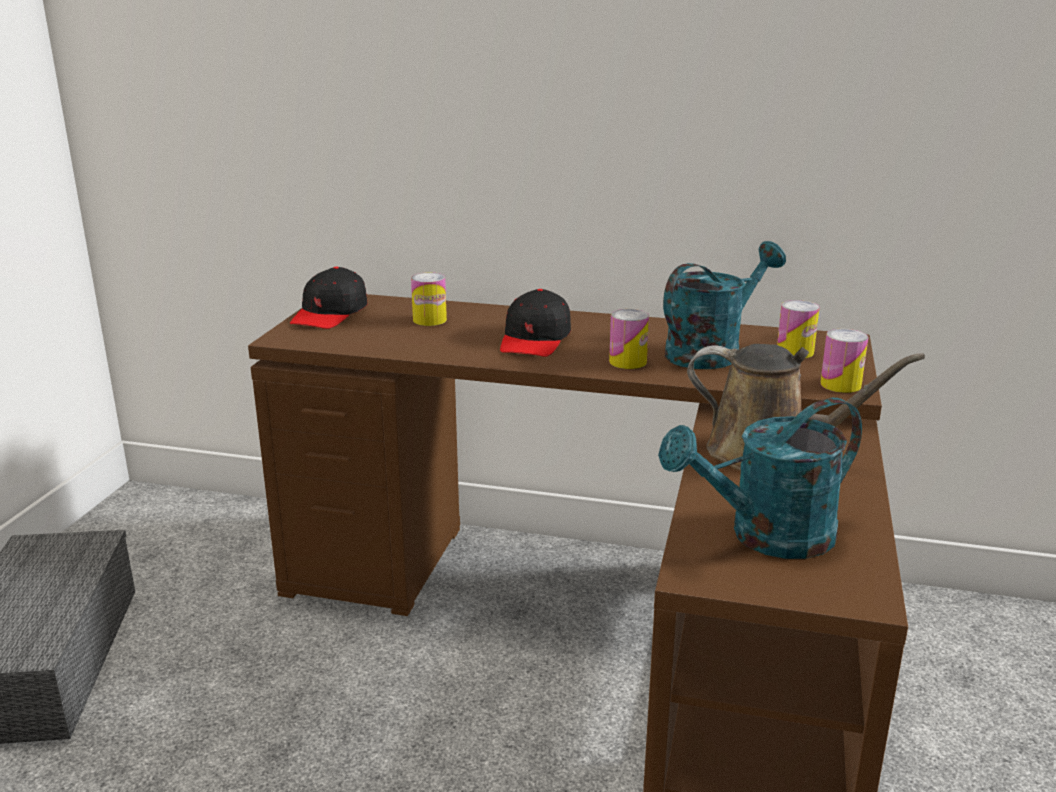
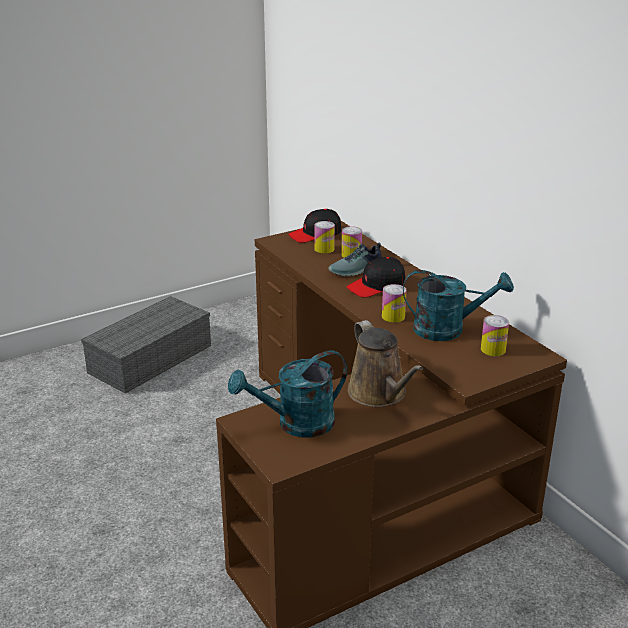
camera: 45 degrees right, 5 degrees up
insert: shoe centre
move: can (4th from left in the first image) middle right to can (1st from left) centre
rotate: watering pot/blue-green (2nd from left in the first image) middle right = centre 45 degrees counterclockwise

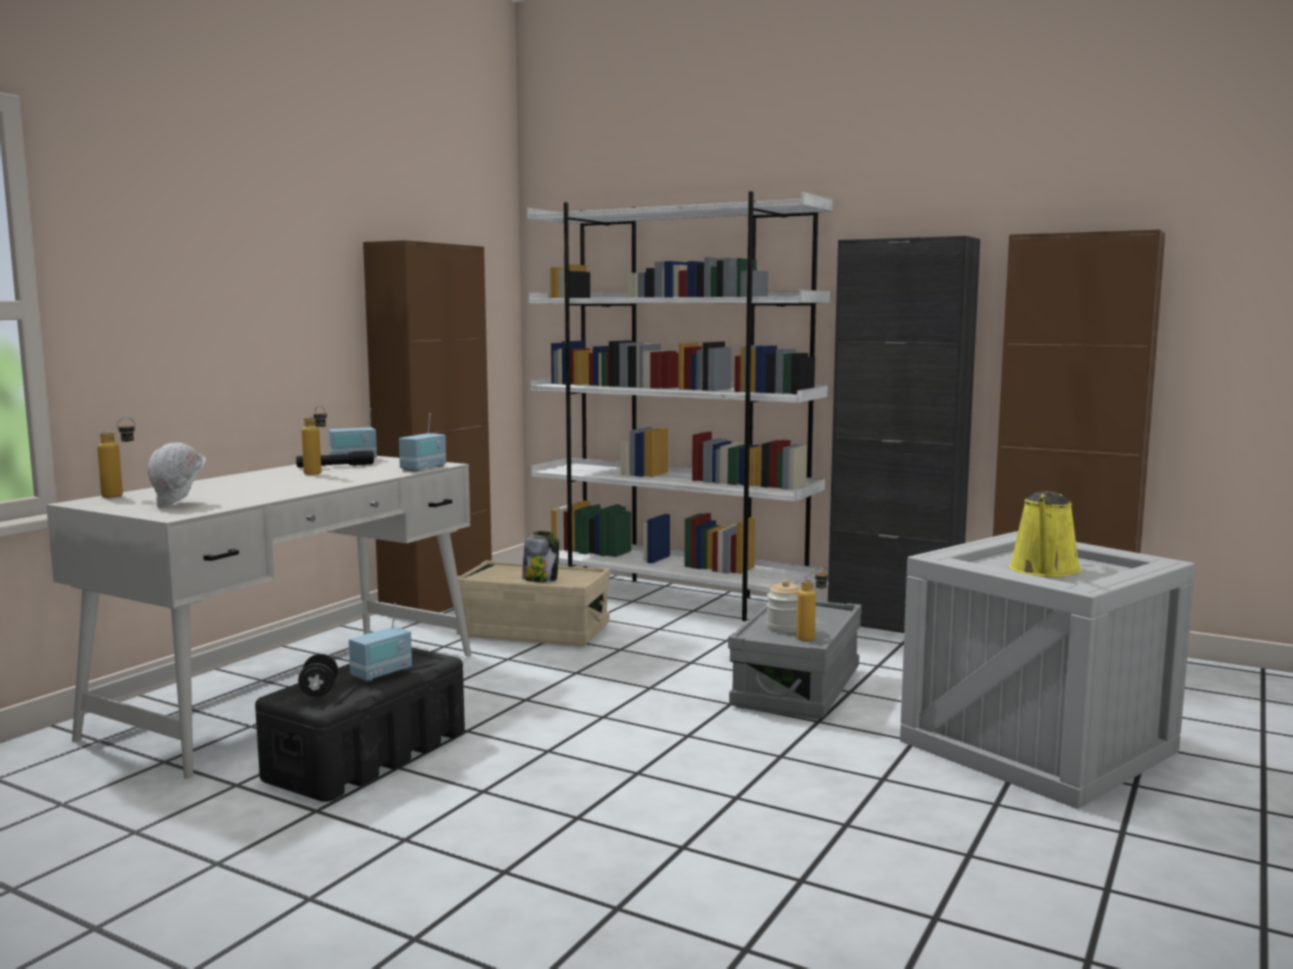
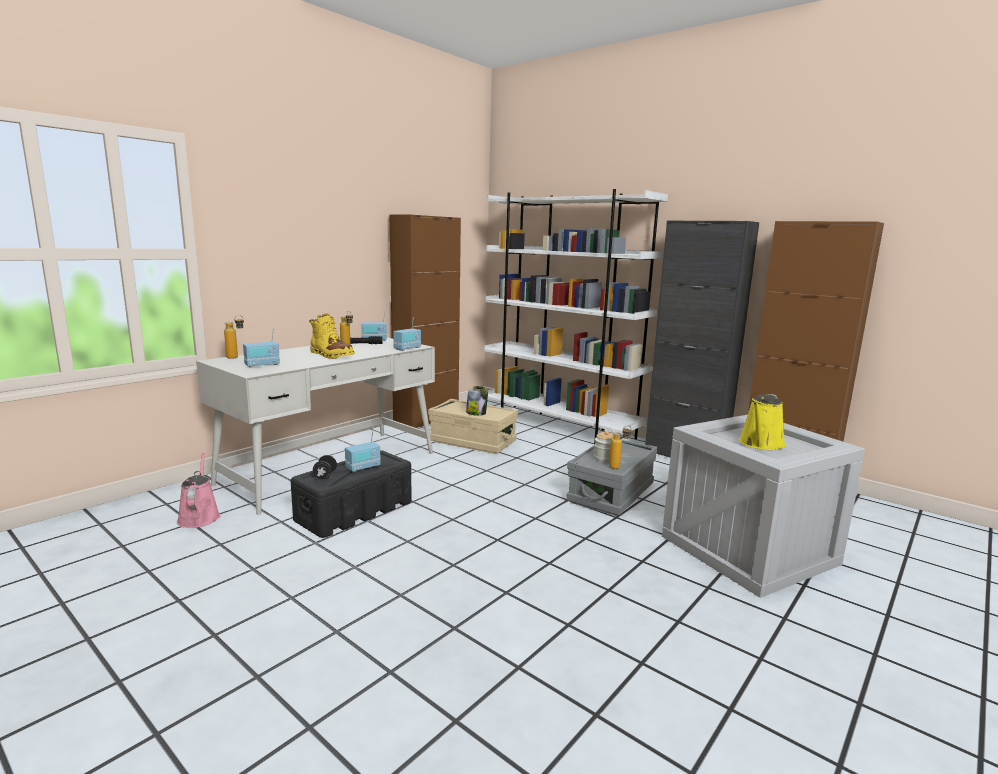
camera: 10 degrees right, 5 degrees up
insert: watering pot/pink-coloured middle left; high-top boot/yellow-coloured middle left
replace: work helmet/whitish middle left to radio receiver (1st from left) middle left

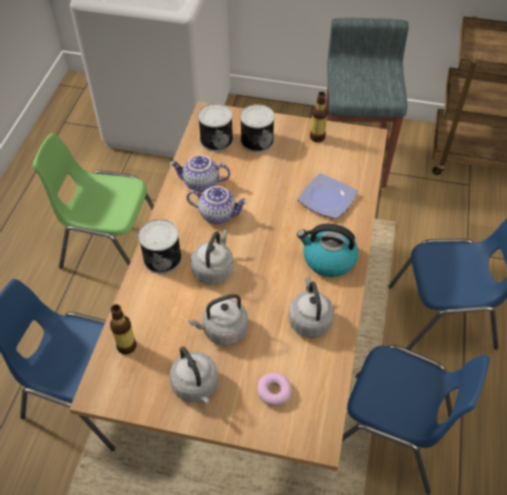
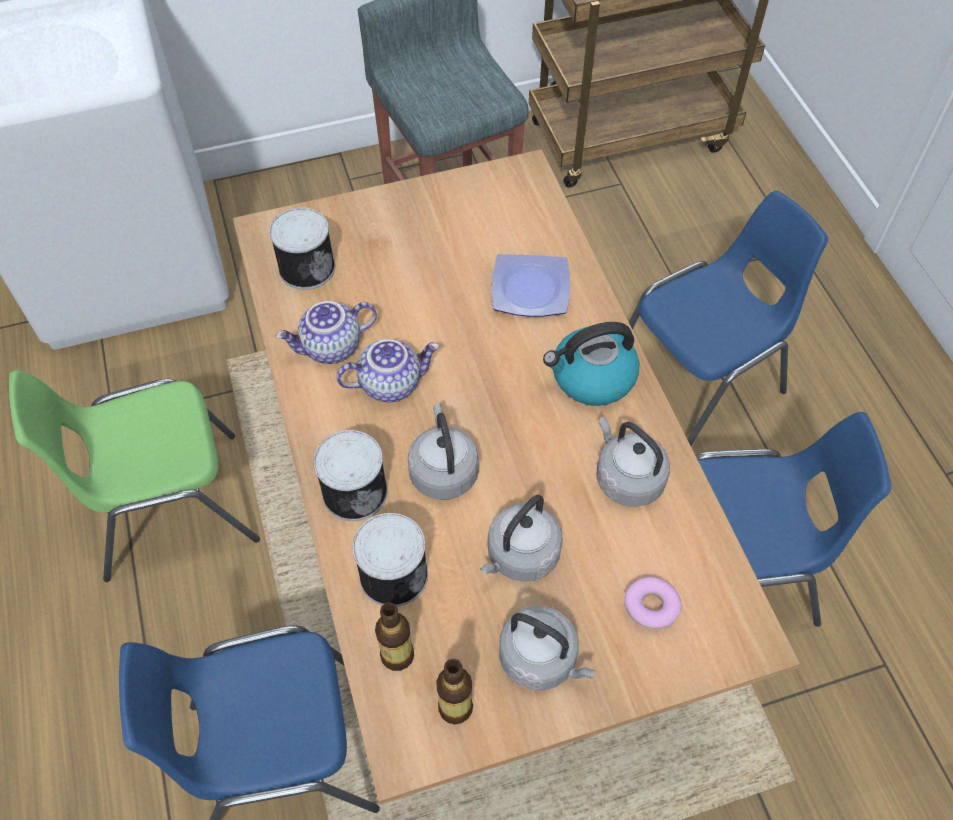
camera: 30 degrees left, 5 degrees up
move: can (3rd from left) top centre to bottom centre; bottle (2nd from left) top centre to bottom centre

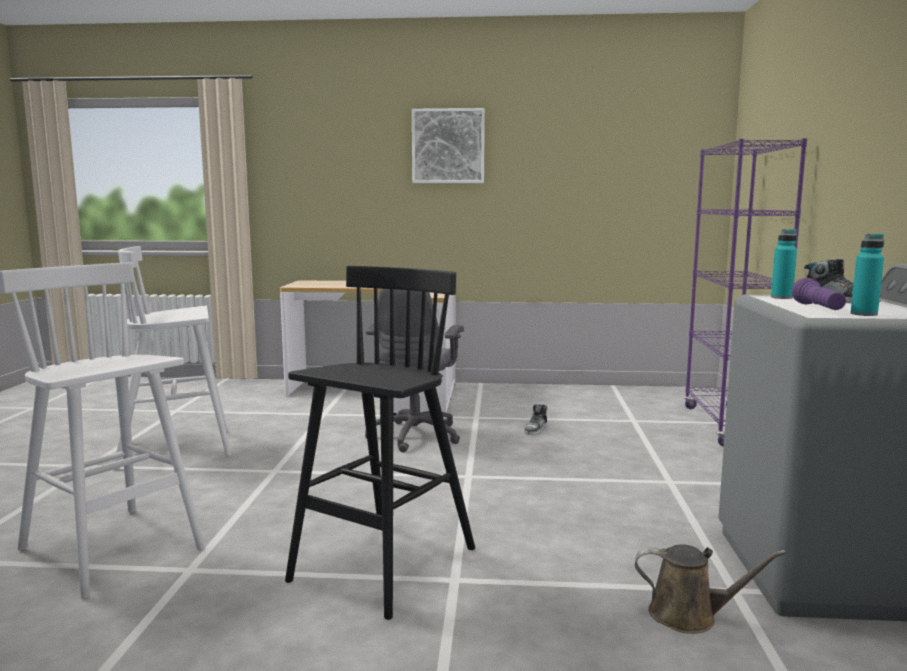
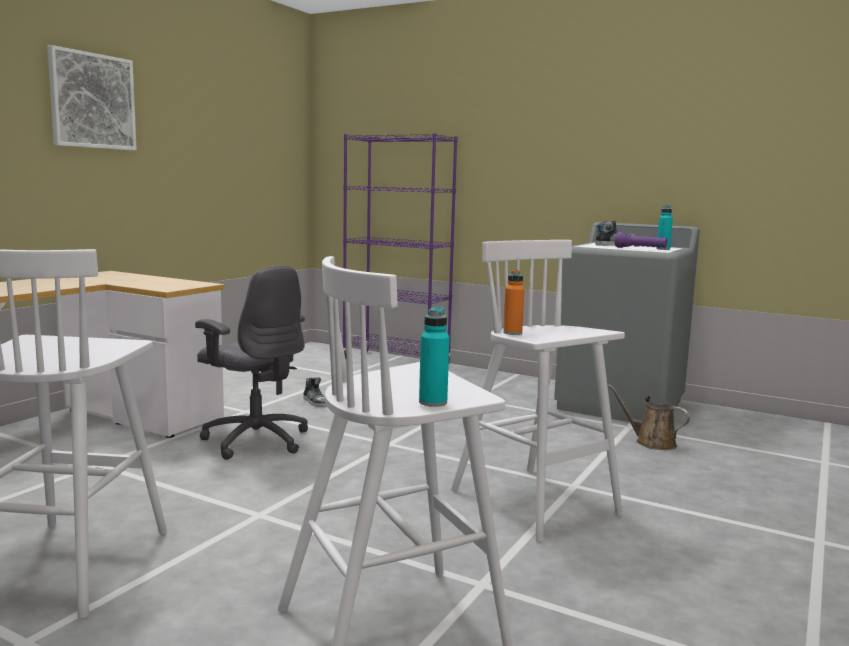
camera: 65 degrees left, 0 degrees up
insert: bottle/orange-coloured centre
move: bottle/blue-green (1st from left) middle right to centre
recolor: sitting stool/black-coloured centre to sitting stool/whitish (3rd from left) centre
rotate: watering pot/brown bottom right = middle right 90 degrees counterclockwise

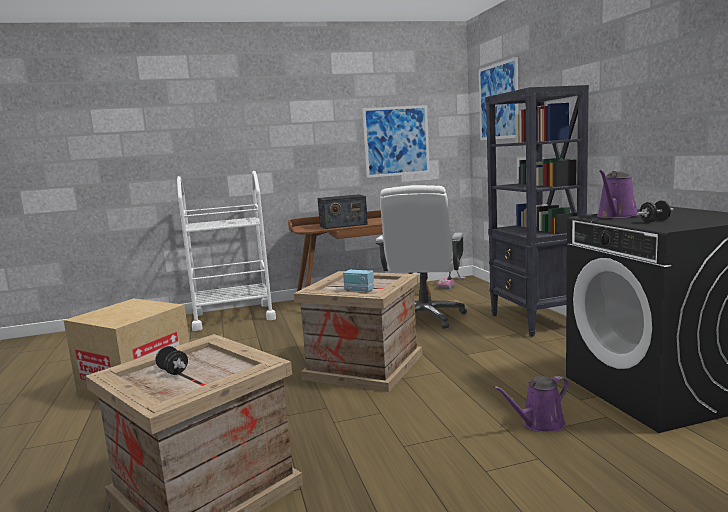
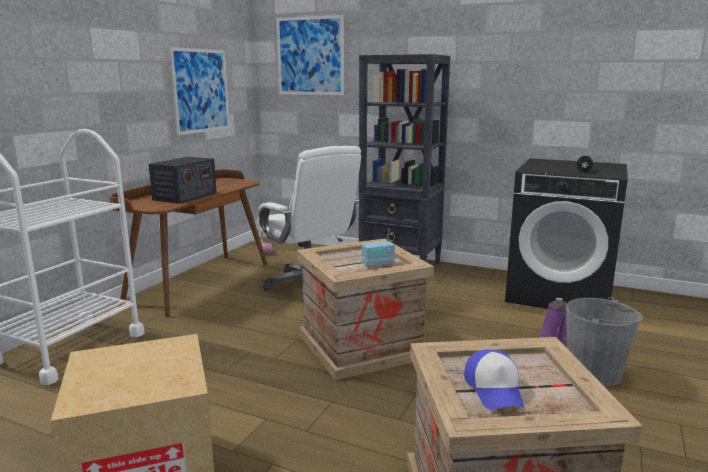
camera: 50 degrees left, 5 degrees up
delete: watering pot/purplish (2nd from left) middle right
insert: water bucket/greyish bottom right
replace: free weight/black-coloured (1st from left) bottom left to peaked cap bottom right

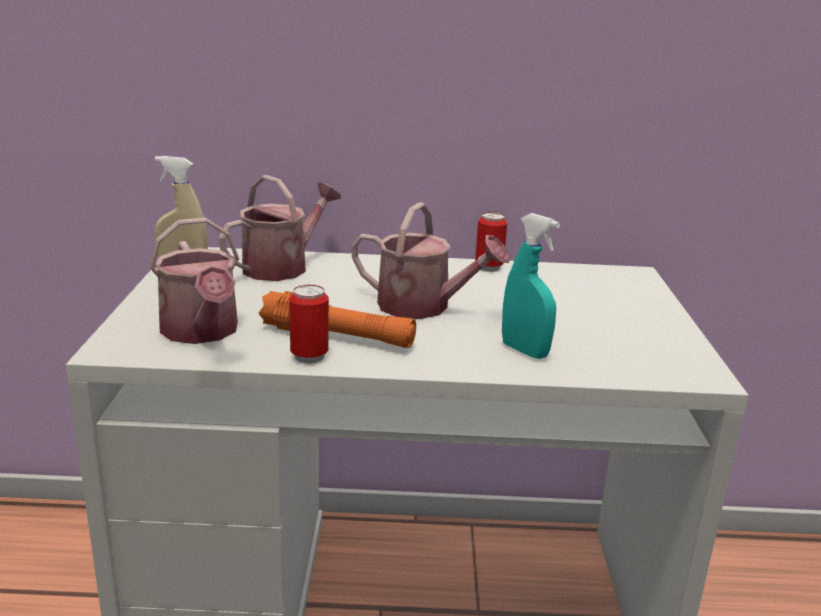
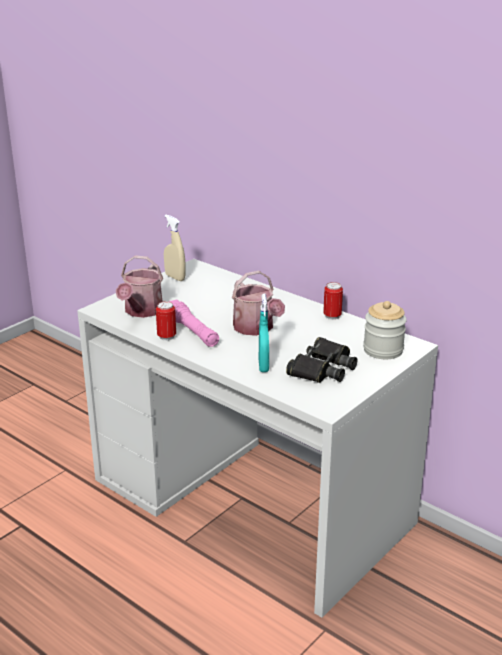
camera: 40 degrees right, 5 degrees up
delete: watering pot (2nd from left) centre
insert: pair of binoculars/black-coloured centre; storage jar middle right
recolor: torch/orange-coloured centre to torch/pink-coloured centre

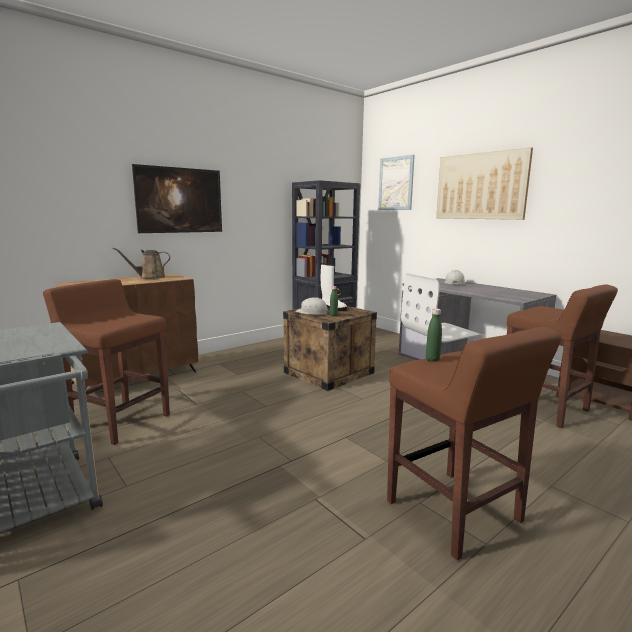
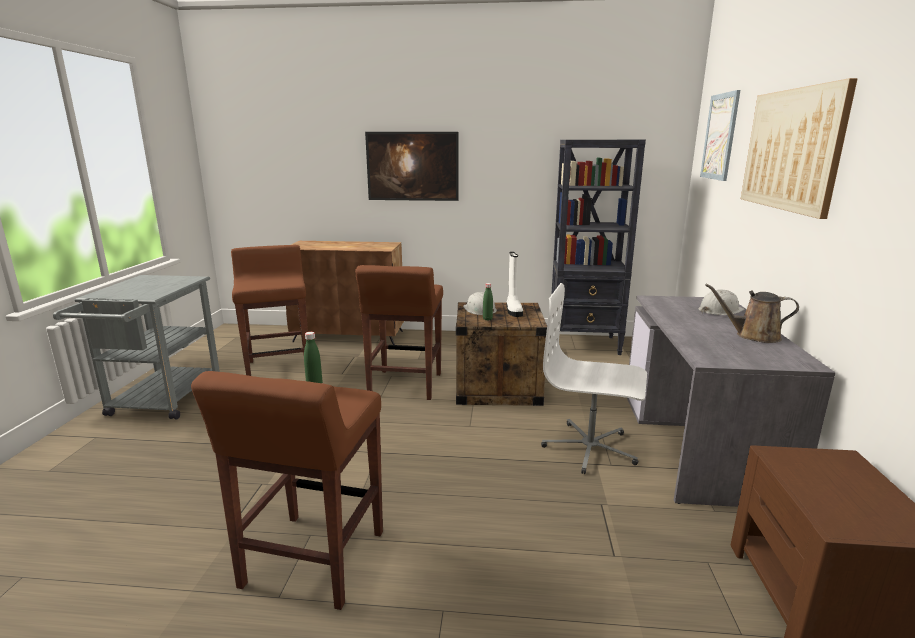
camera: 45 degrees right, 5 degrees up
move: watering pot/brown middle left to middle right; sitting stool/brown (3rd from left) middle right to centre

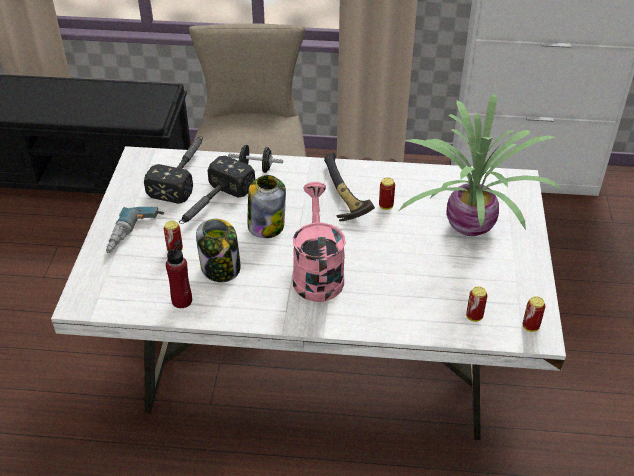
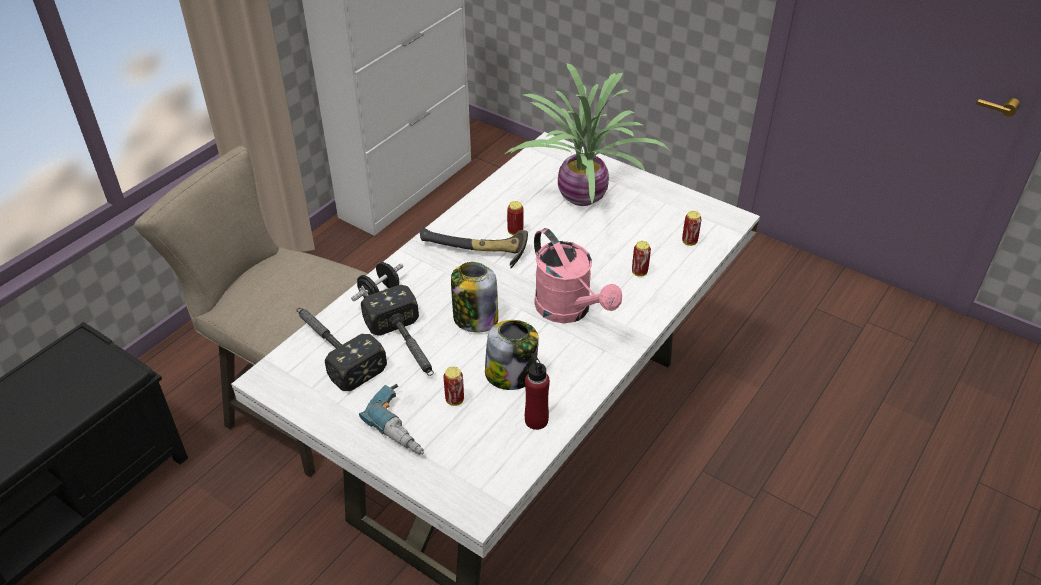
camera: 60 degrees left, 0 degrees up
move: can (4th from left in the first image) middle right to can (3rd from left) centre
rotate: watering pot/pink-coloured centre = centre 150 degrees counterclockwise

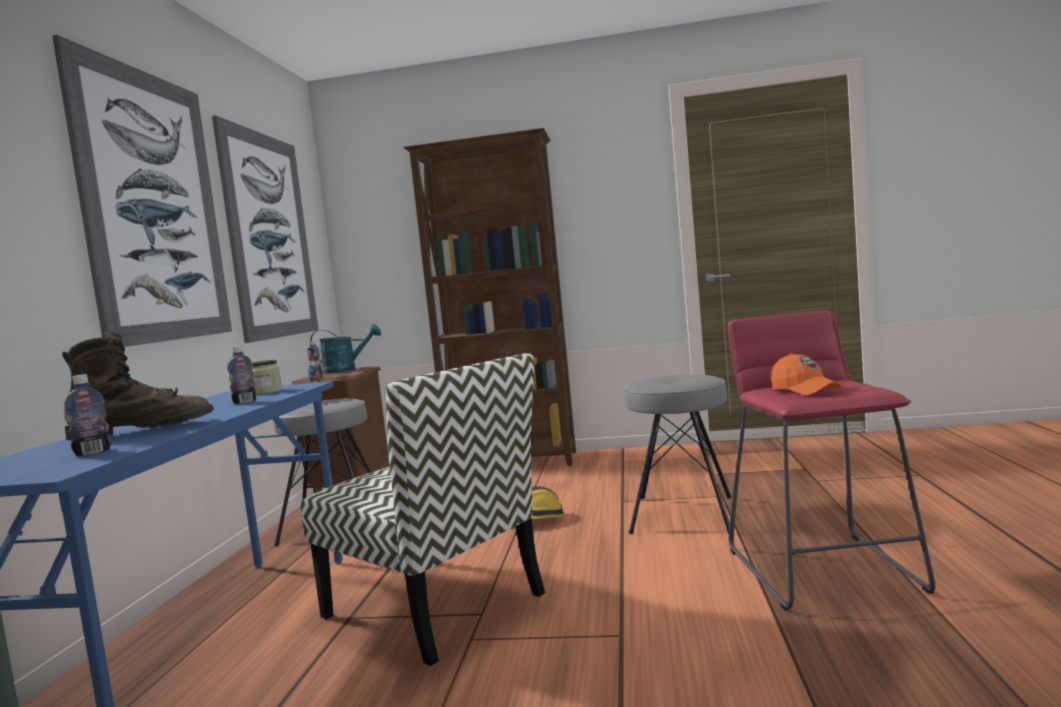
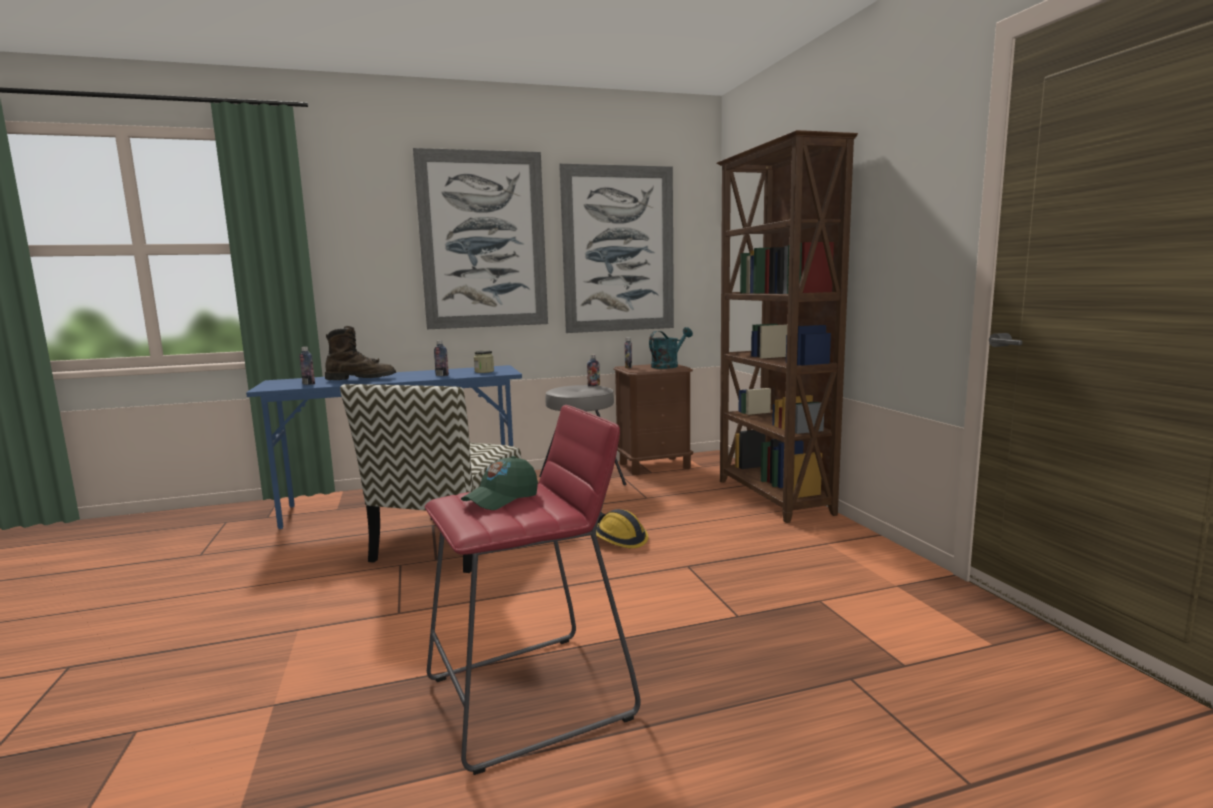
camera: 65 degrees right, 5 degrees up
delete: sitting stool/greyish (2nd from left) centre
recolor: peaked cap/orange-coloured middle right to peaked cap/green centre
rotate: high-top boot/brown middle left = middle left 45 degrees counterclockwise; watering pot/blue-green middle left = centre 105 degrees counterclockwise

